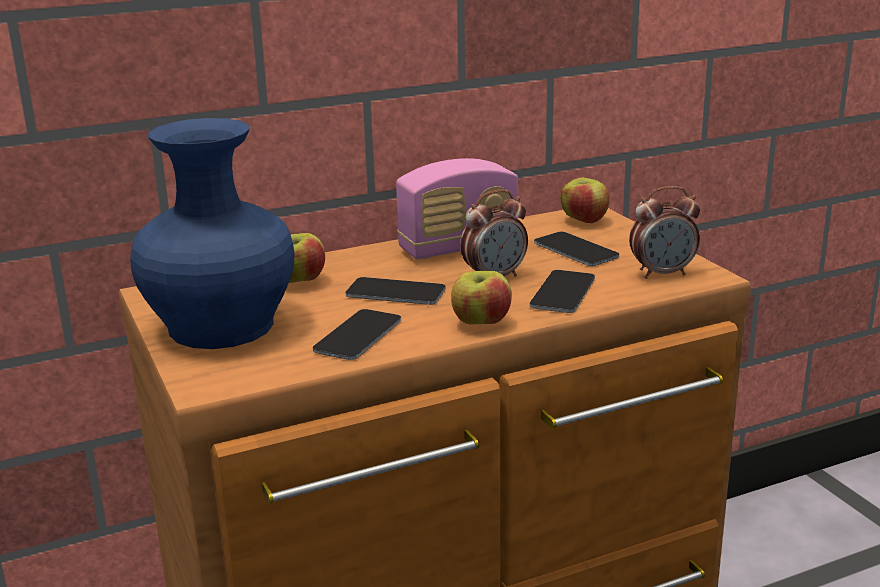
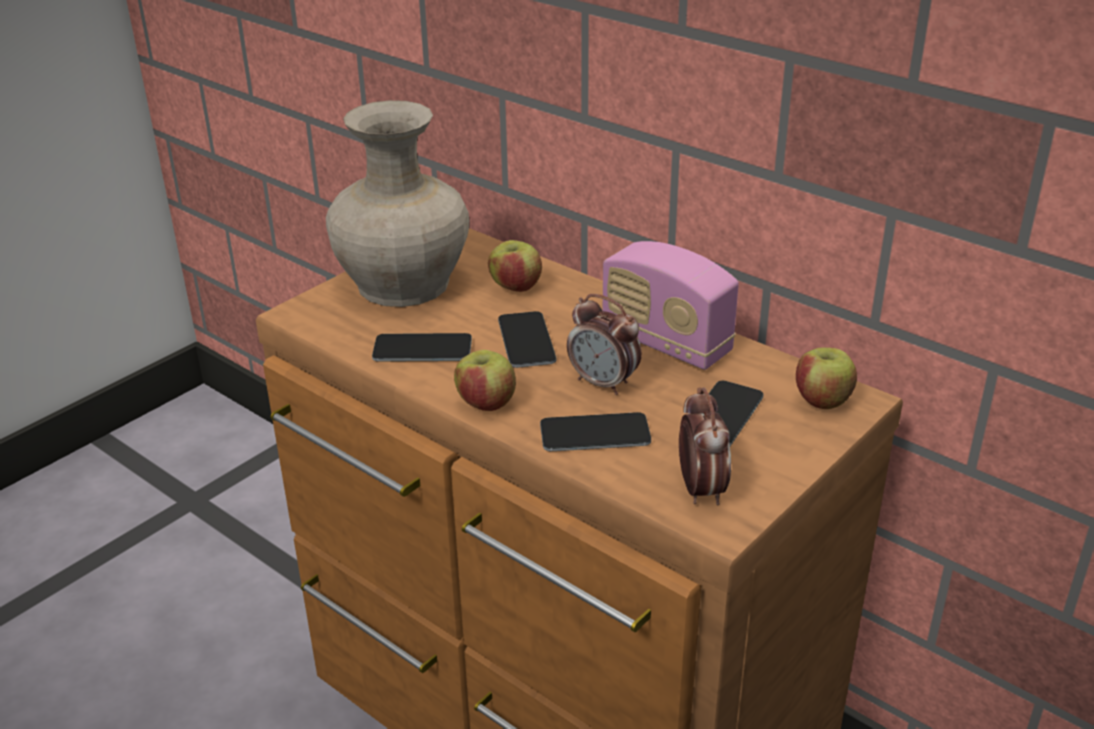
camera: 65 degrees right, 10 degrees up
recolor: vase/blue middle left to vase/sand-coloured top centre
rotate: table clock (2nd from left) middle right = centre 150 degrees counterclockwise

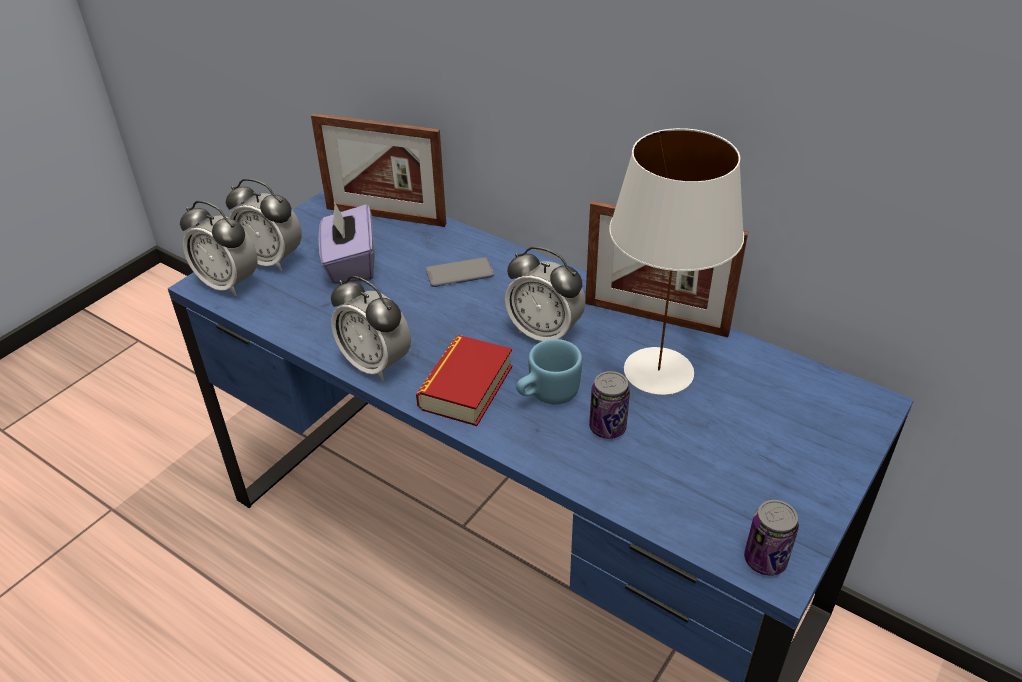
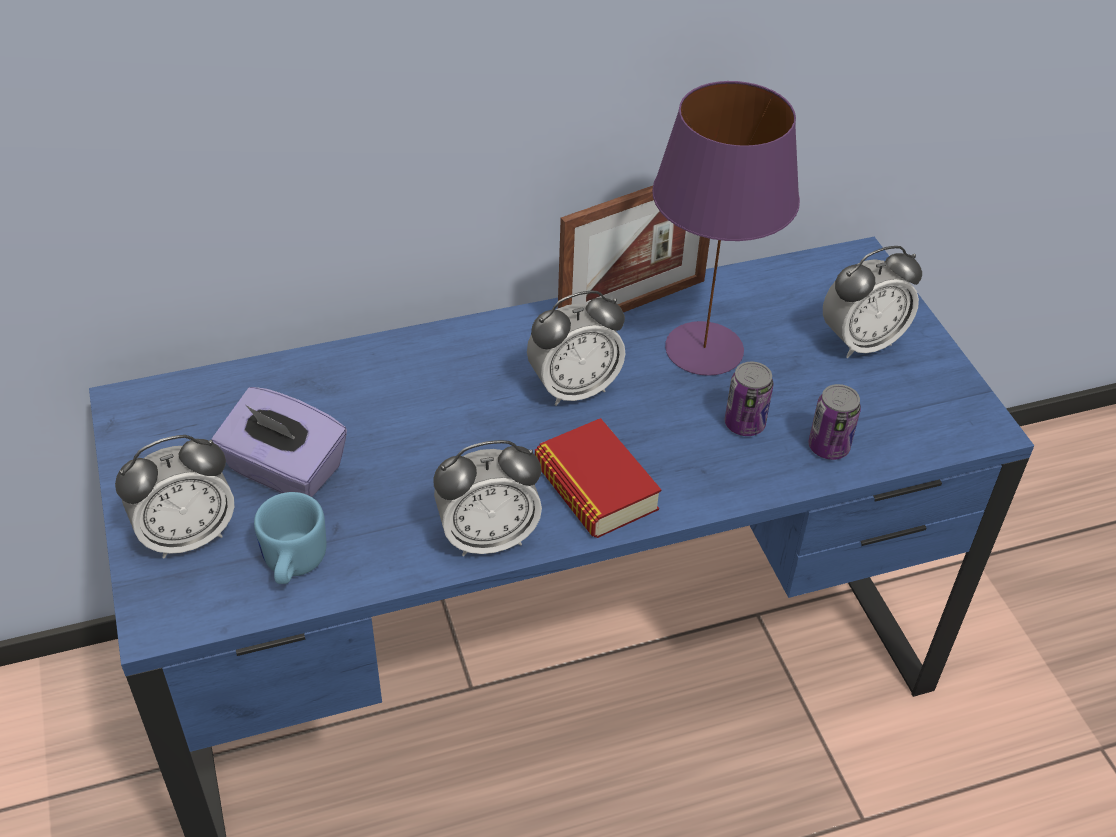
camera: 55 degrees left, 5 degrees up
delete: picture frame (1st from left) top centre; phone centre
move: table clock (1st from left in the first image) middle left to table clock (4th from left) middle right; coffee mug/blue centre to middle left; can (2nd from left) bottom right to middle right
recolor: lamp for a table/whitish centre to lamp for a table/purplish top centre

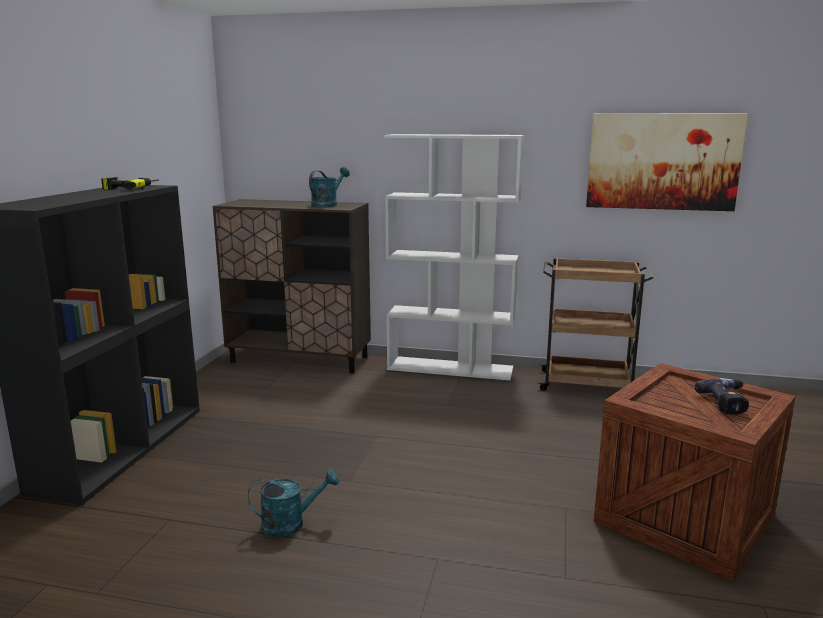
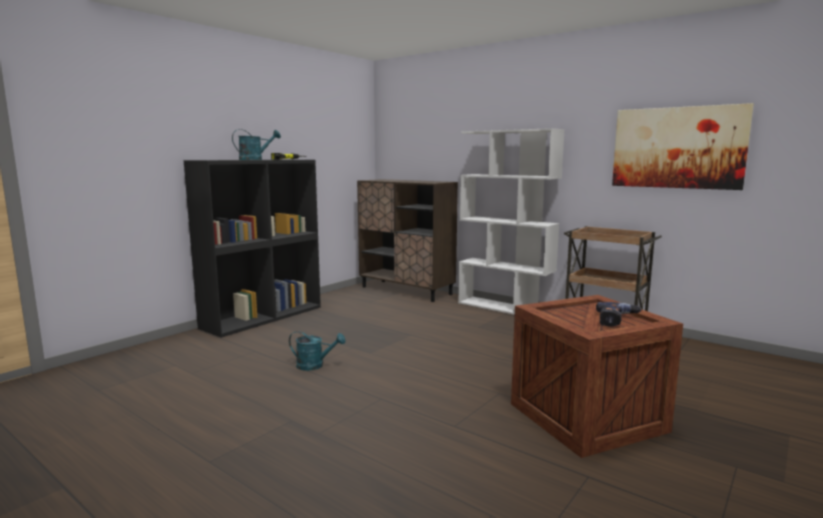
camera: 25 degrees right, 5 degrees down
move: watering pot/blue-green (2nd from left in the first image) top centre to watering pot/blue-green (1st from left) top left

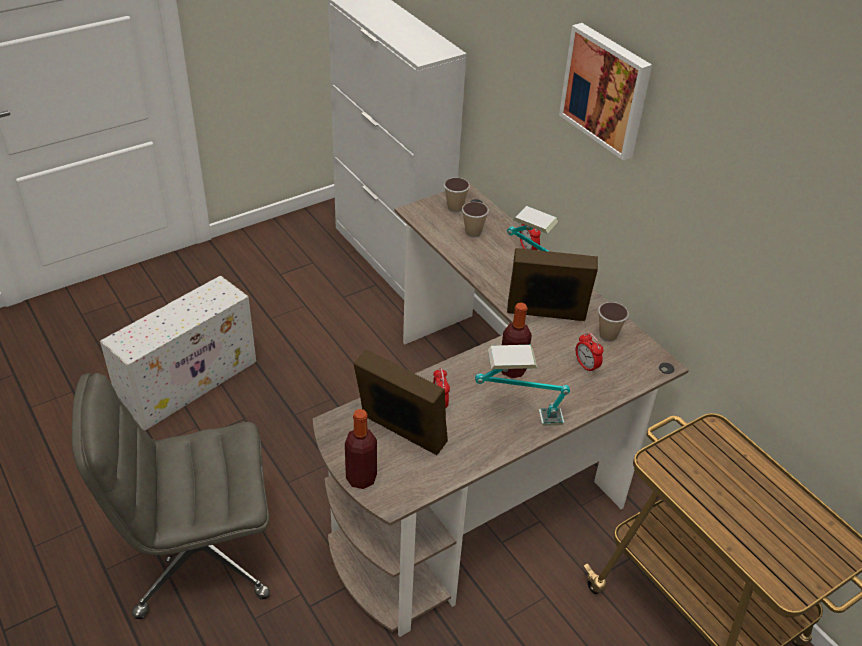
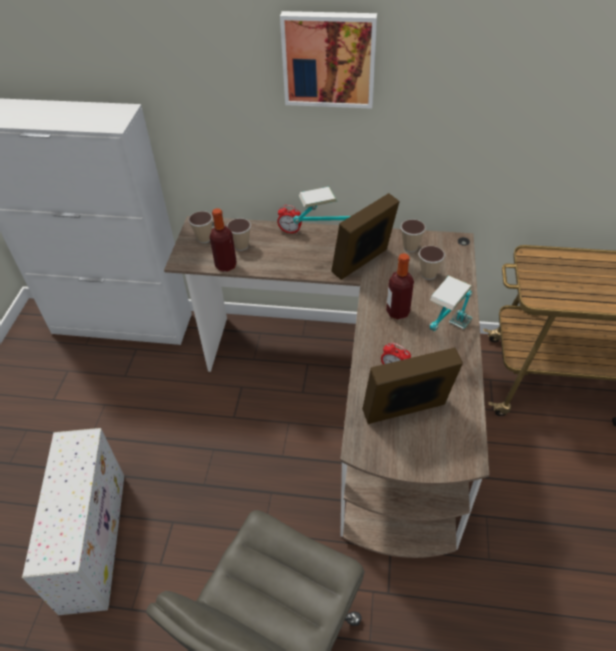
camera: 45 degrees left, 5 degrees up
move: bottle (1st from left) bottom centre to centre
replace: table clock (3rd from left) middle right to small cup (4th from left) middle right

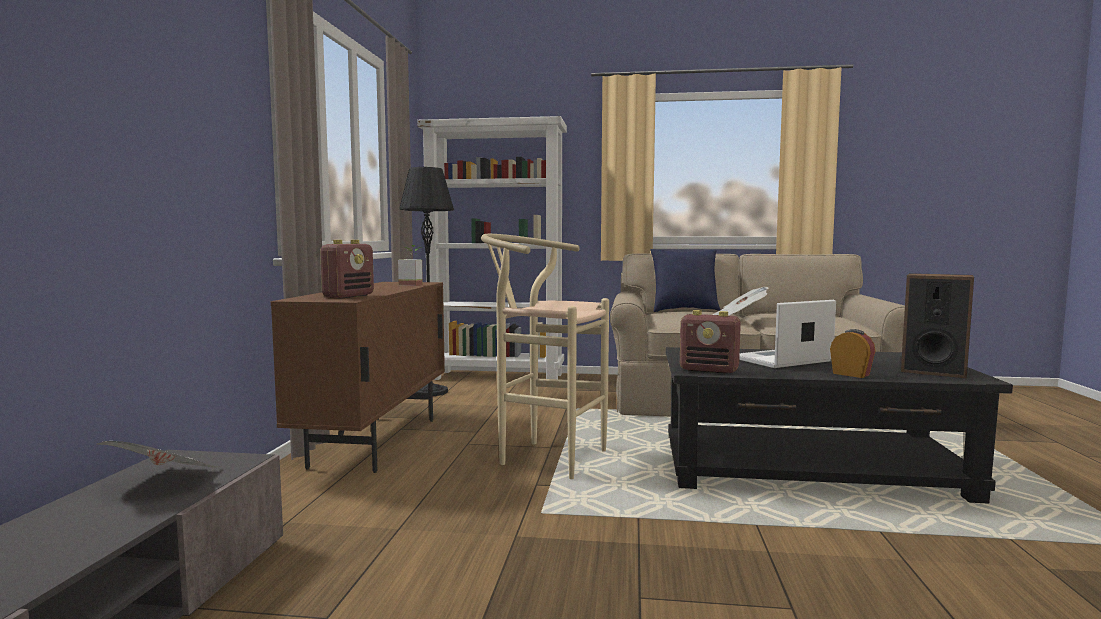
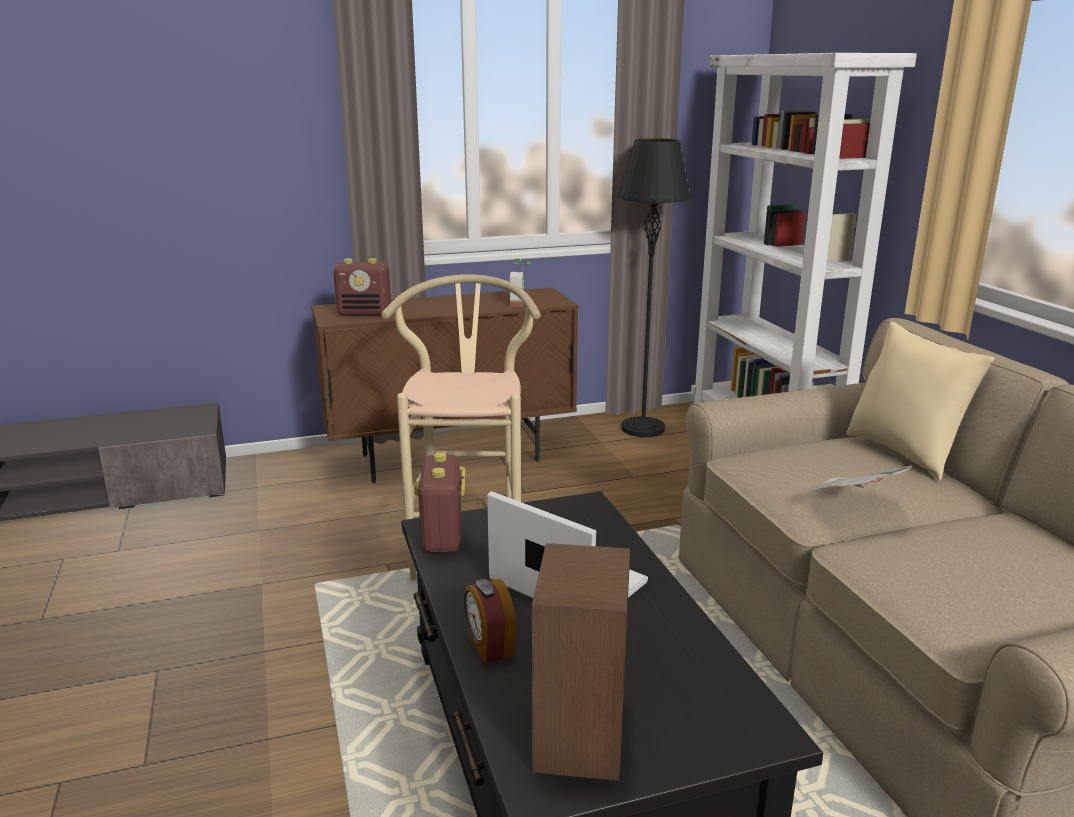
camera: 65 degrees right, 15 degrees up
delete: newspaper (1st from left) bottom left
recolor: pillow/blue centre to pillow/sand-coloured middle right
rotate: table clock middle right = bottom centre 135 degrees clockwise

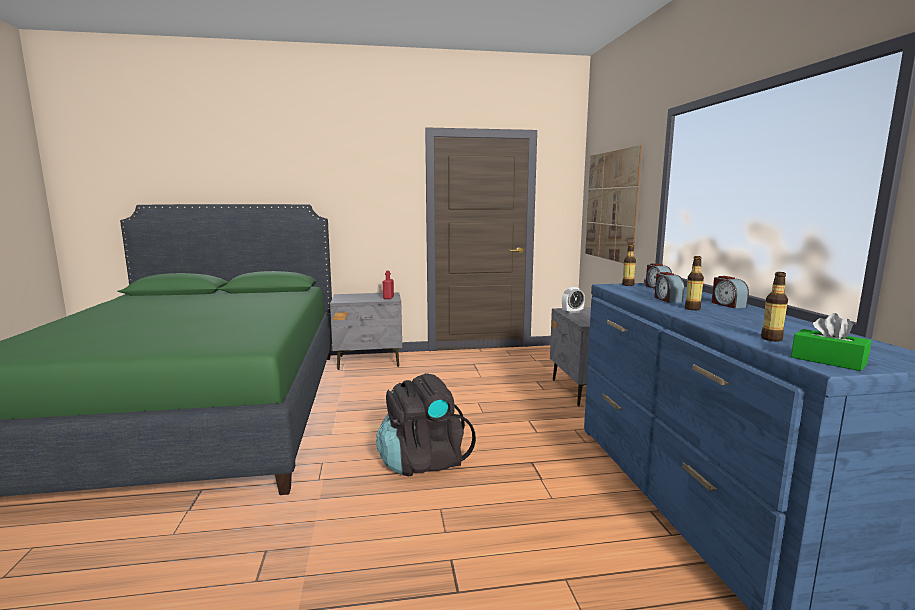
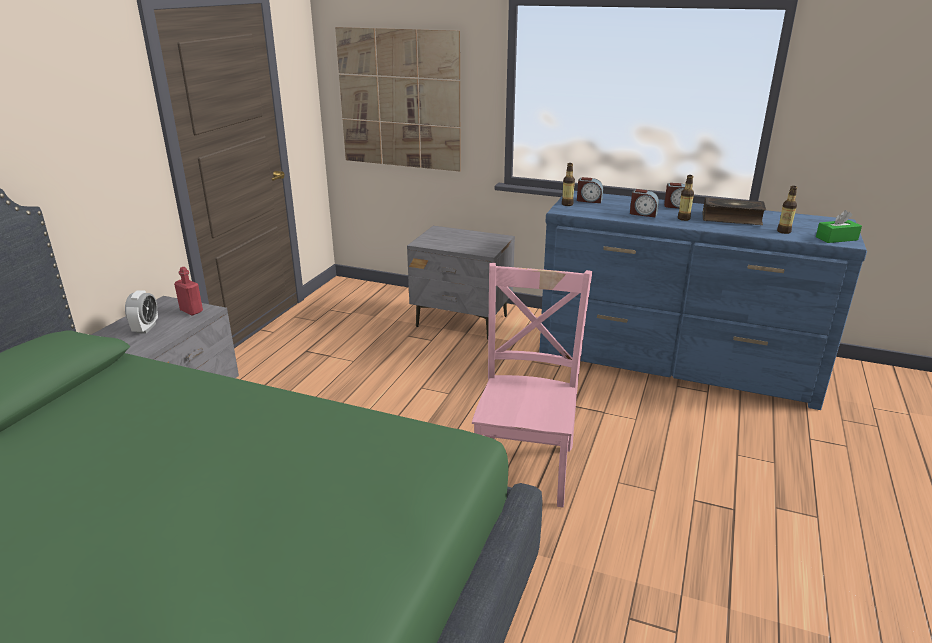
camera: 60 degrees left, 15 degrees up
insert: bound book top right
move: table clock (1st from left) centre to middle left
replace: backpack/black-coloured bottom centre to chair/pink-coloured centre

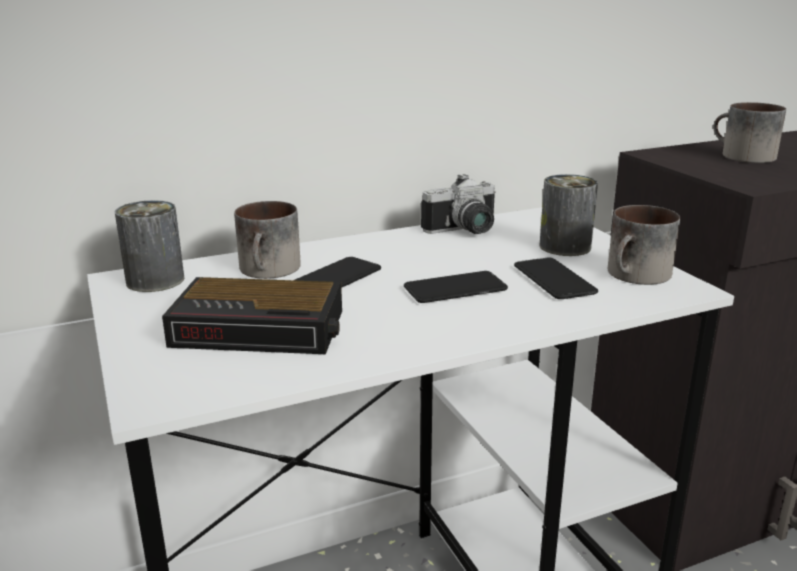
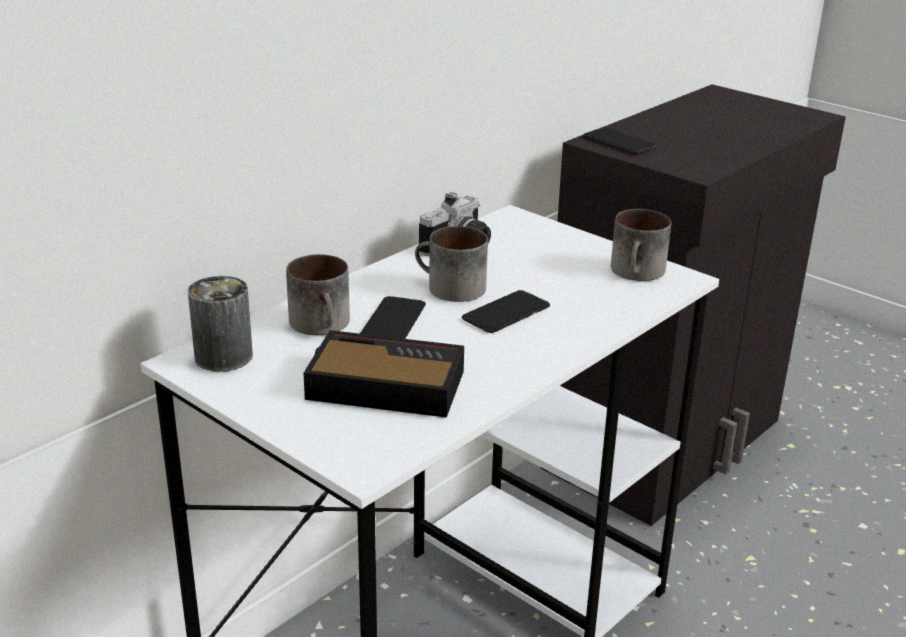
camera: 25 degrees left, 5 degrees up
delete: can (2nd from left) middle right
move: phone (3rd from left) middle right to top right; coffee mug (3rd from left in the first image) top right to coffee mug (2nd from left) centre
rotate: table clock middle left = centre 150 degrees counterclockwise

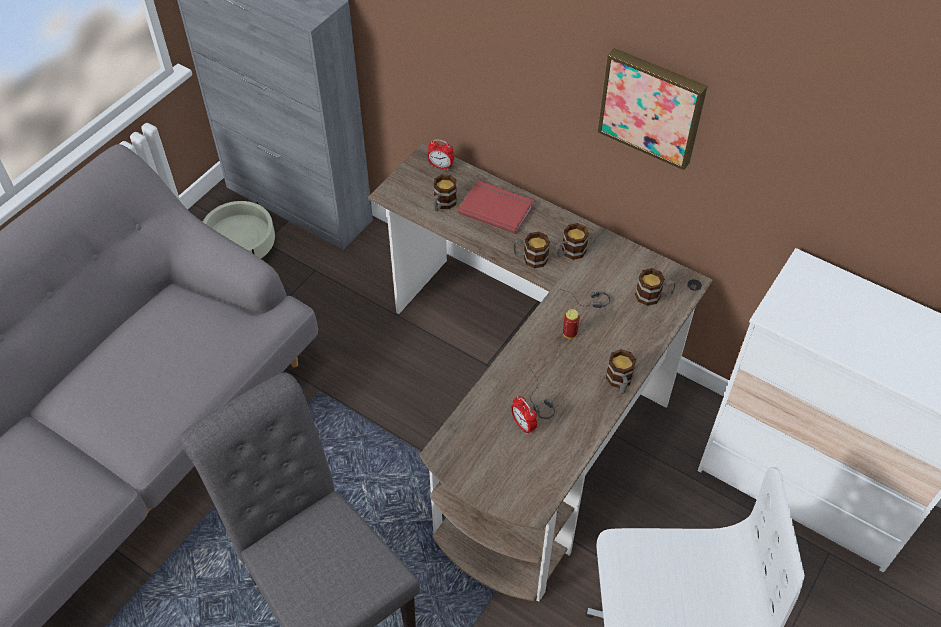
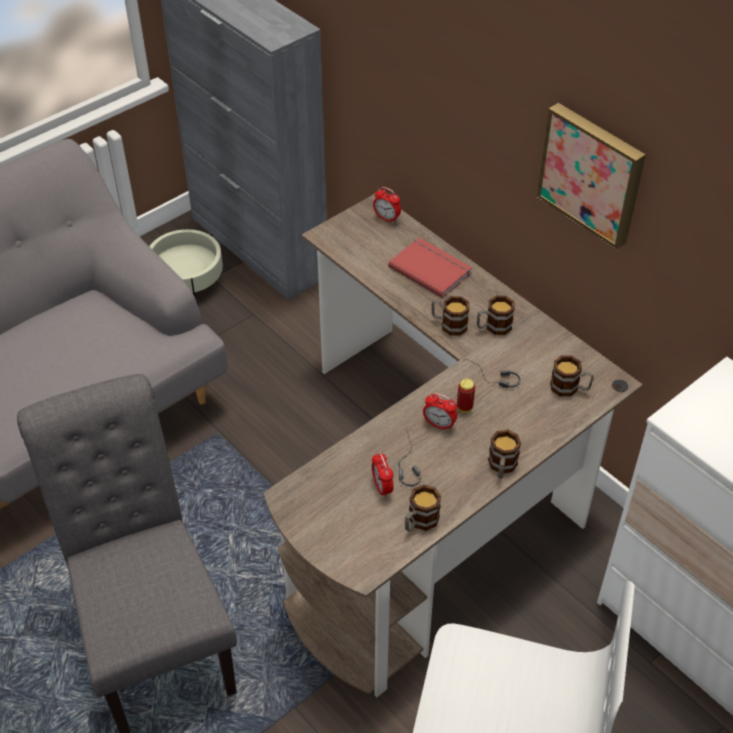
camera: 15 degrees right, 5 degrees down
insert: table clock (3rd from left) centre
move: coffee mug (1st from left) top centre to bottom centre

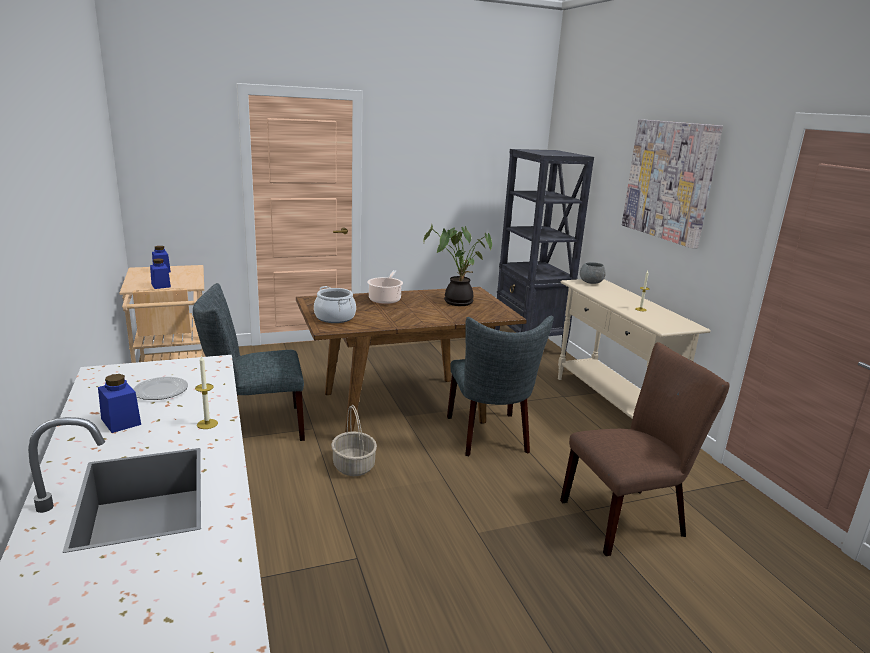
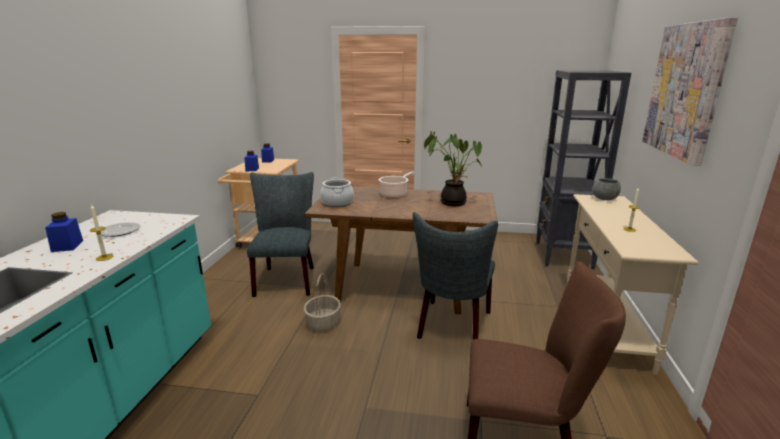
camera: 30 degrees right, 0 degrees up
rotate: chair/greyish (1st from left) middle left = centre 75 degrees clockwise

